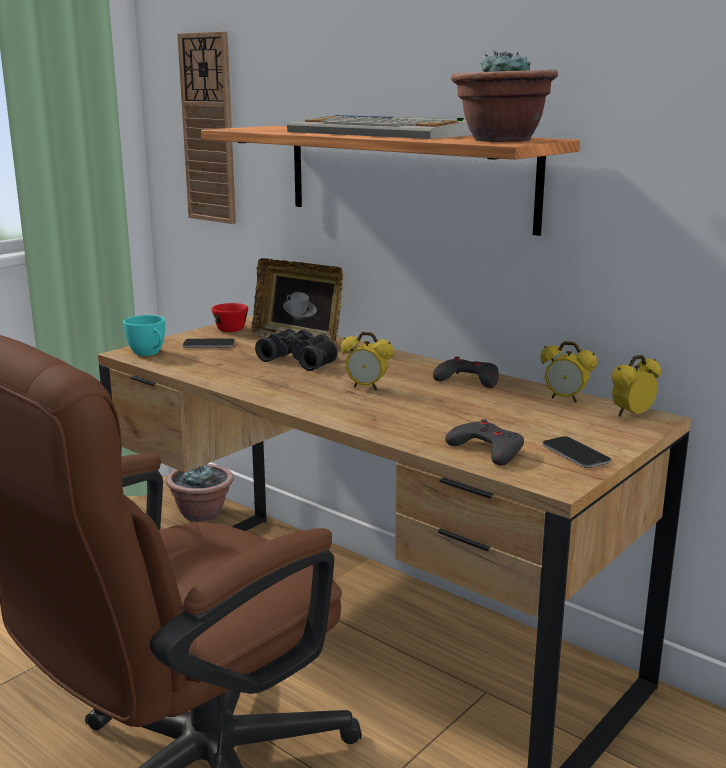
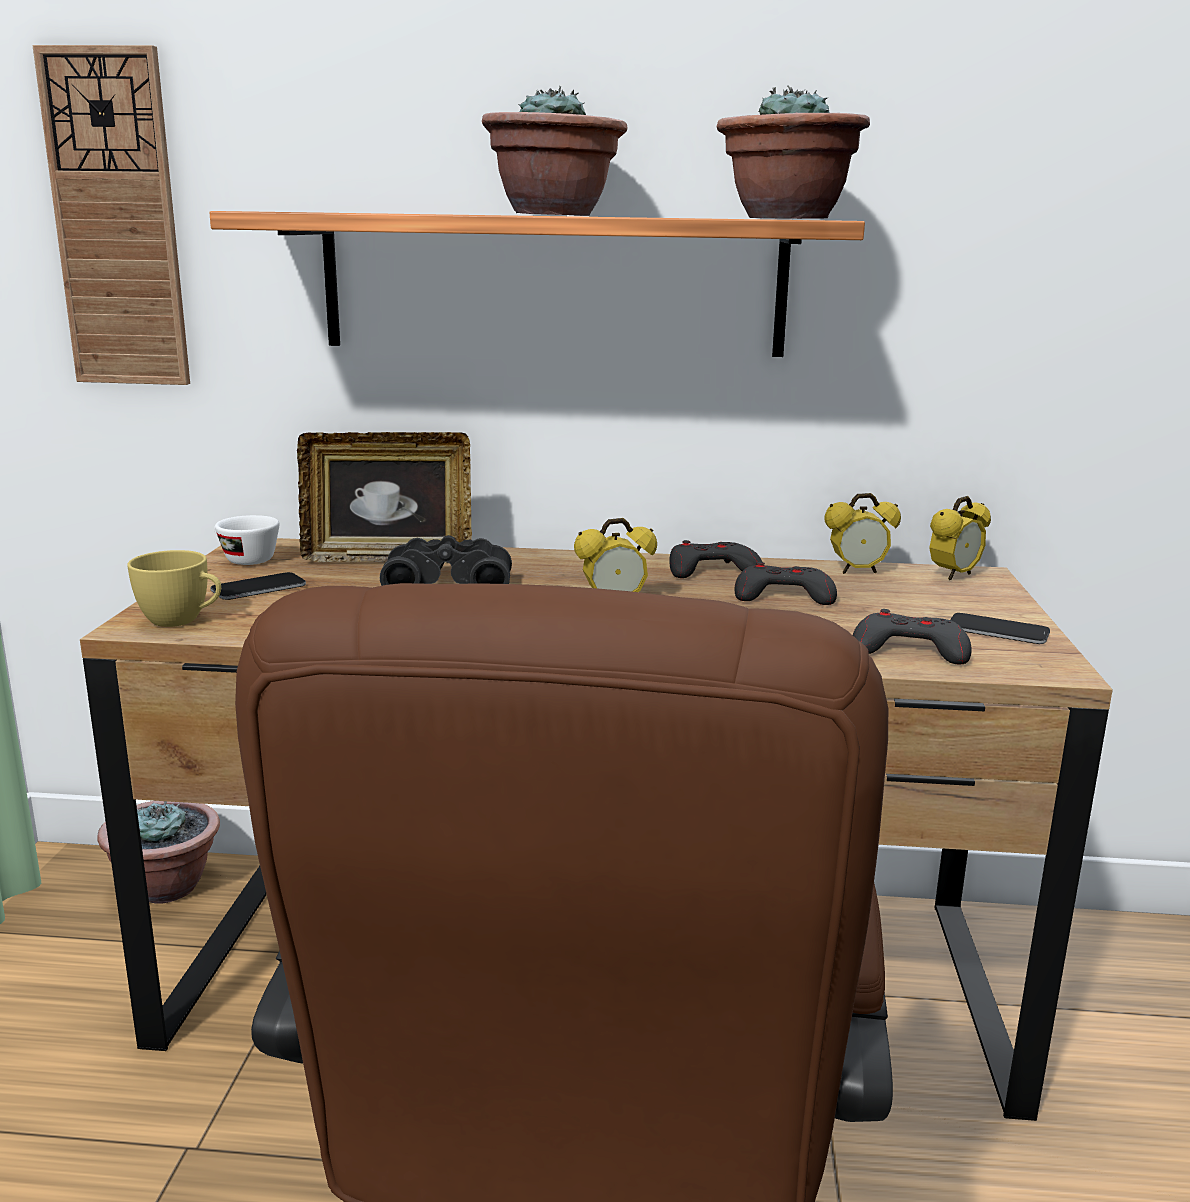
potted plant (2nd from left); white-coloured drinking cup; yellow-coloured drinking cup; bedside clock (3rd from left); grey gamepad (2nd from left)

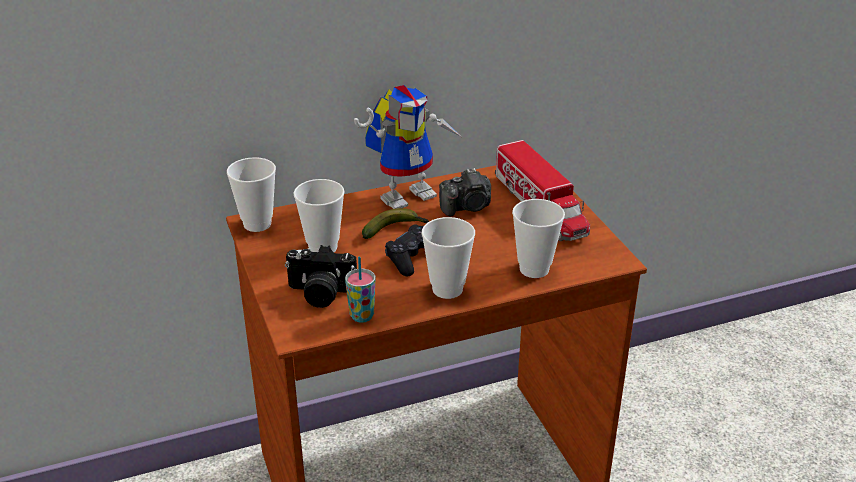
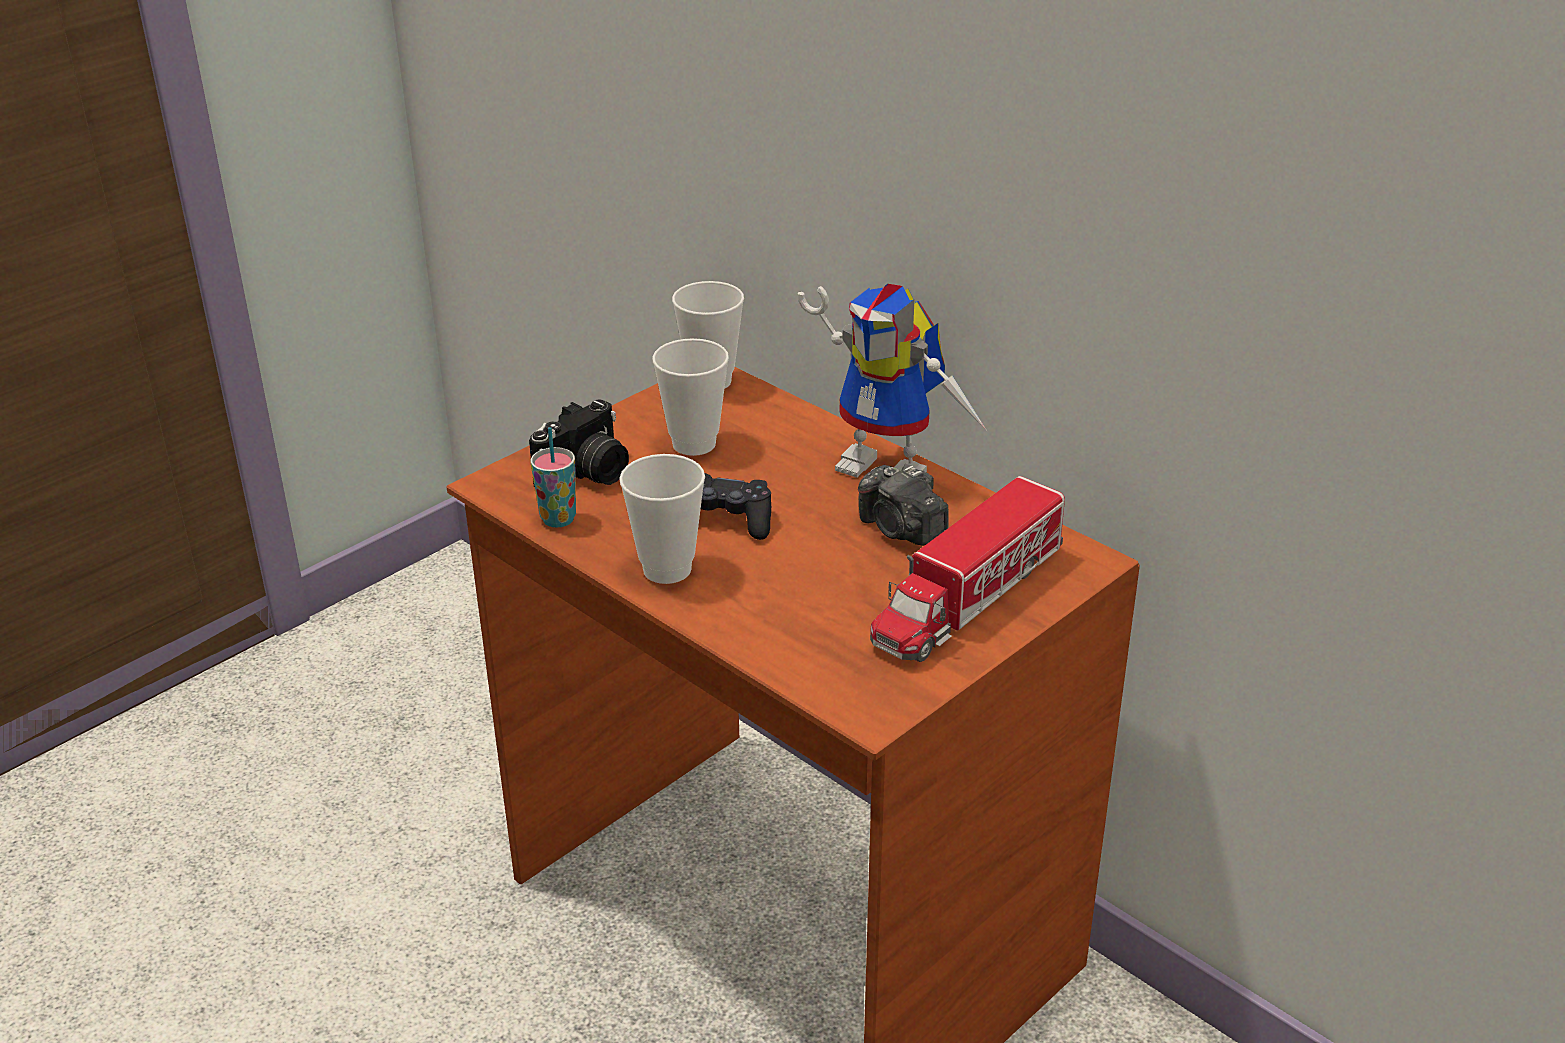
drinking cup (5th from left in the first image); whole banana; still camera (1st from left)

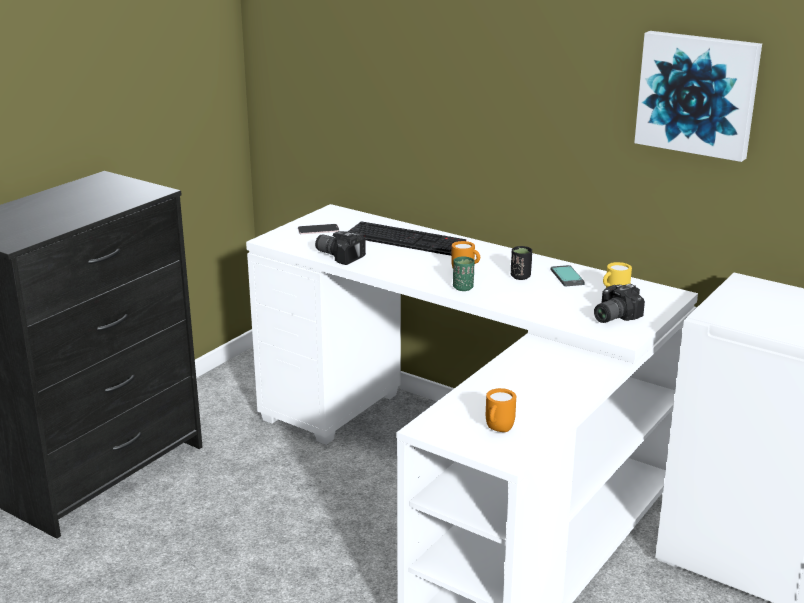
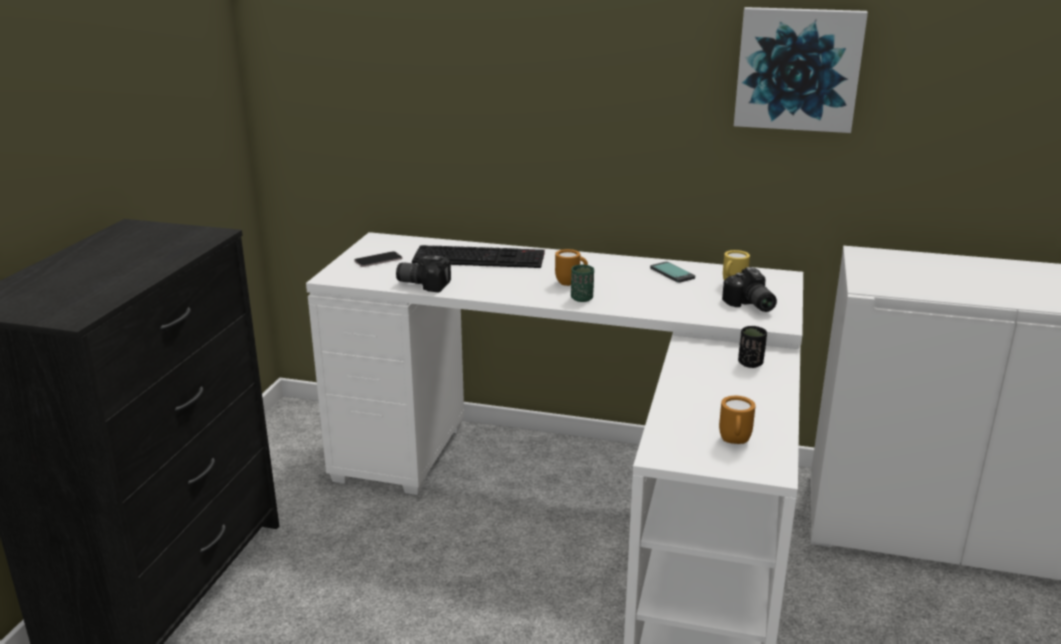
blackish drinking cup; still camera (2nd from left)

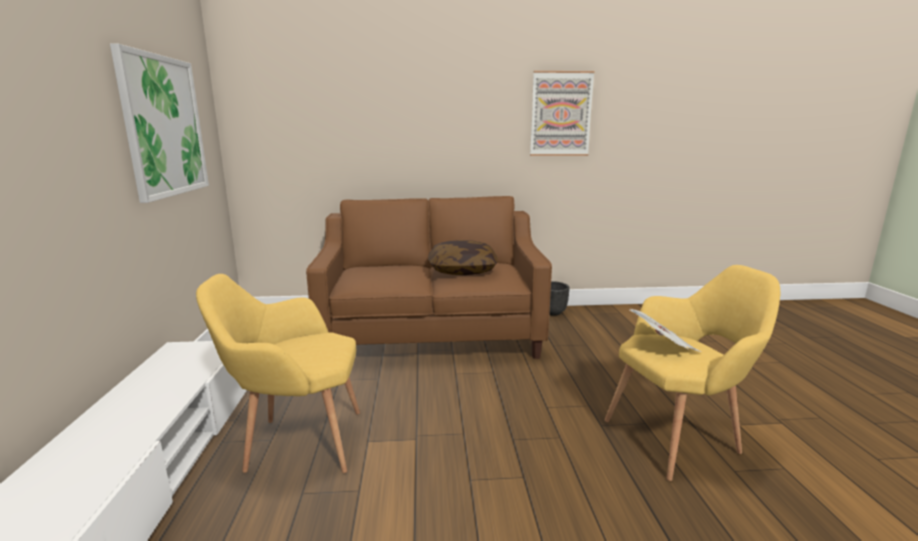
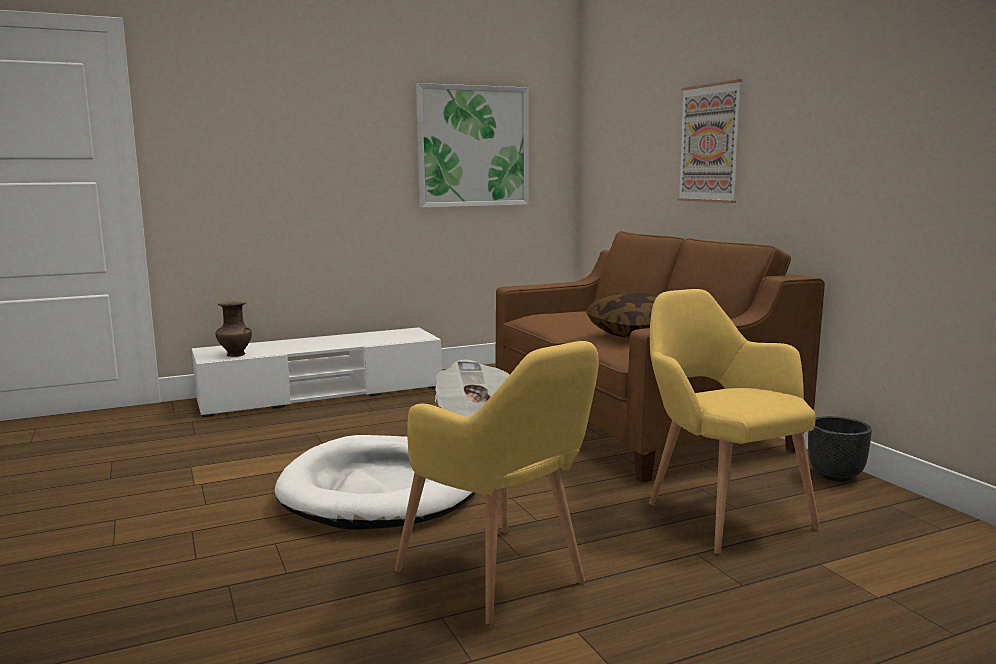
wall art (2nd from left); yellow-coloured easy chair (2nd from left); brown-coloured flower vase; white-coloured dog bed

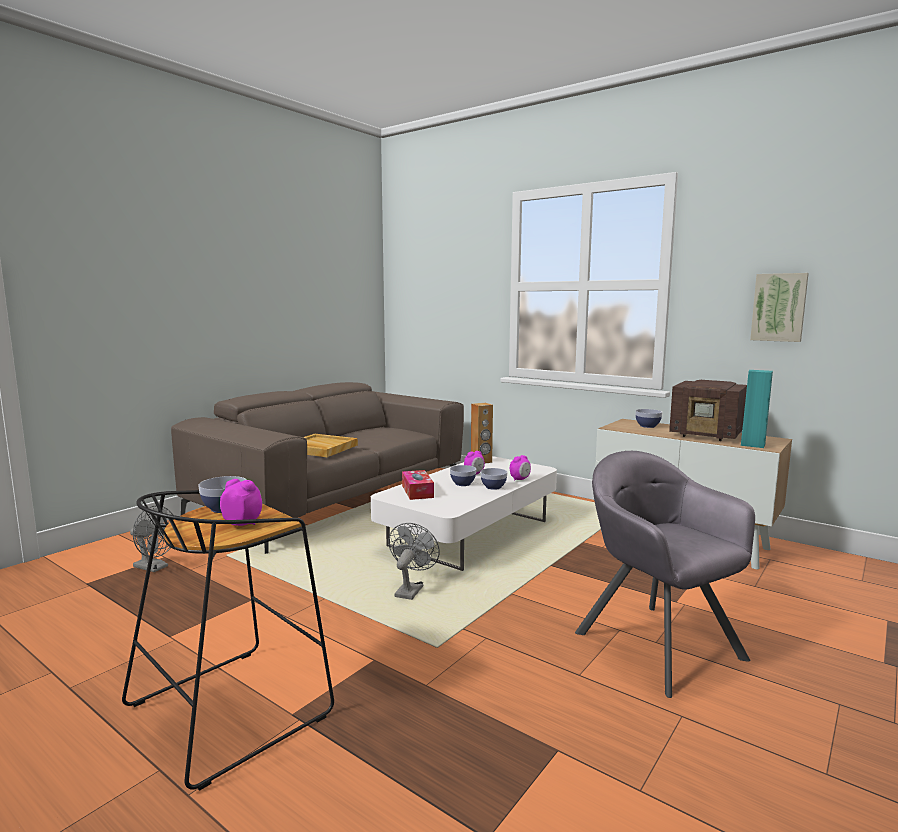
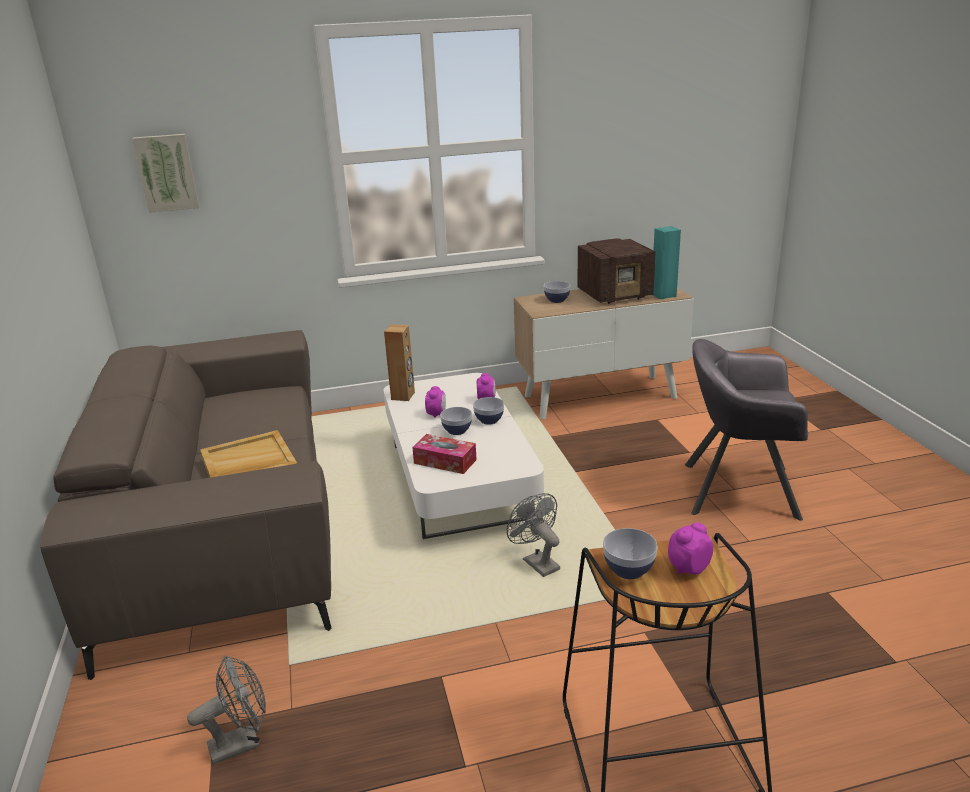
wall art

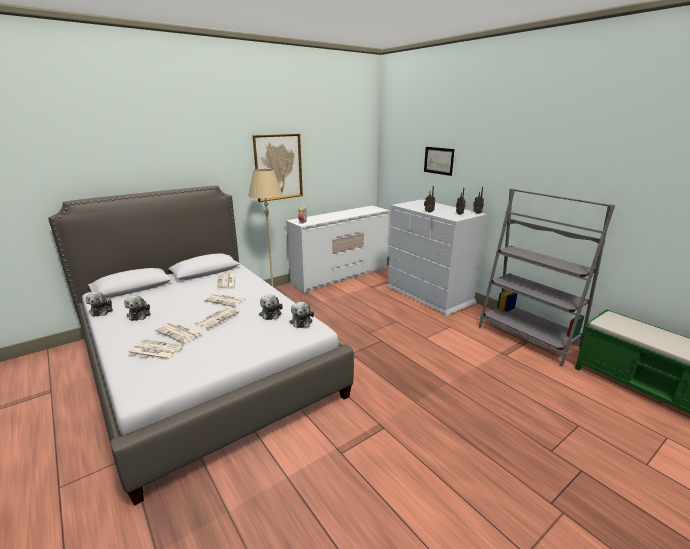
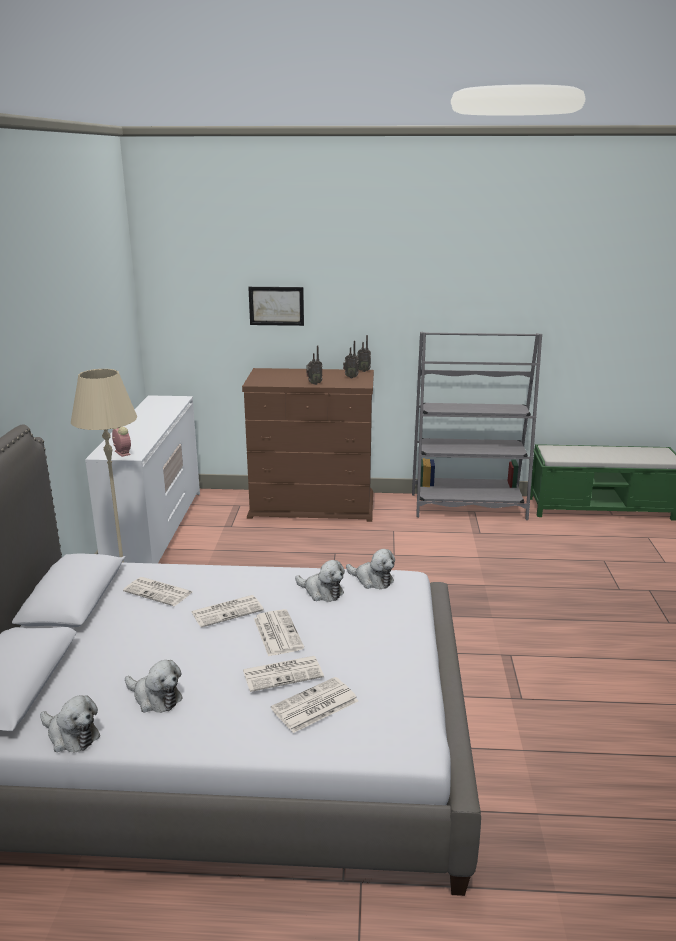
wall art (1st from left in the first image); brown-coloured drawer chest

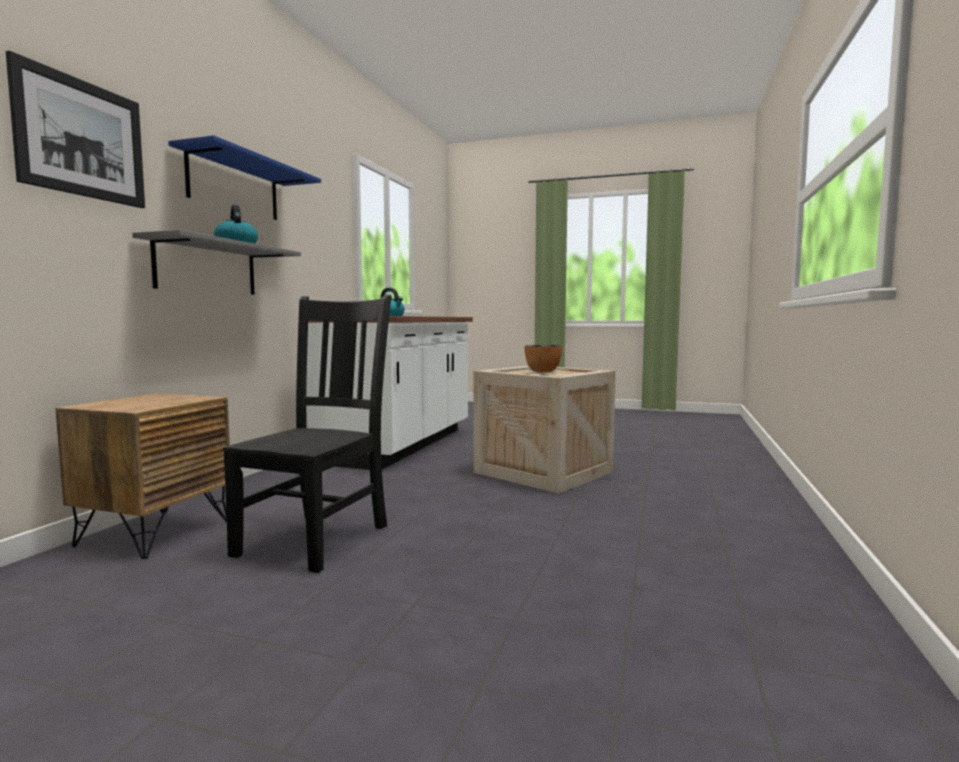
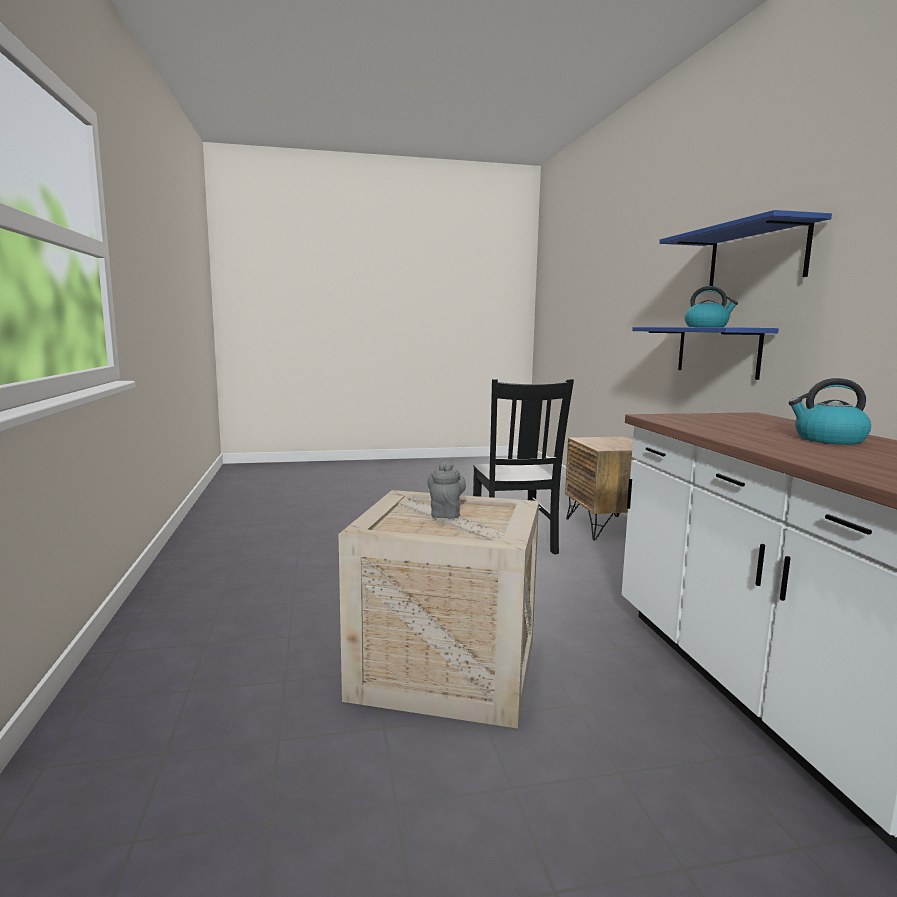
wall art; bluish bracket shelf (1st from left); grey teapot

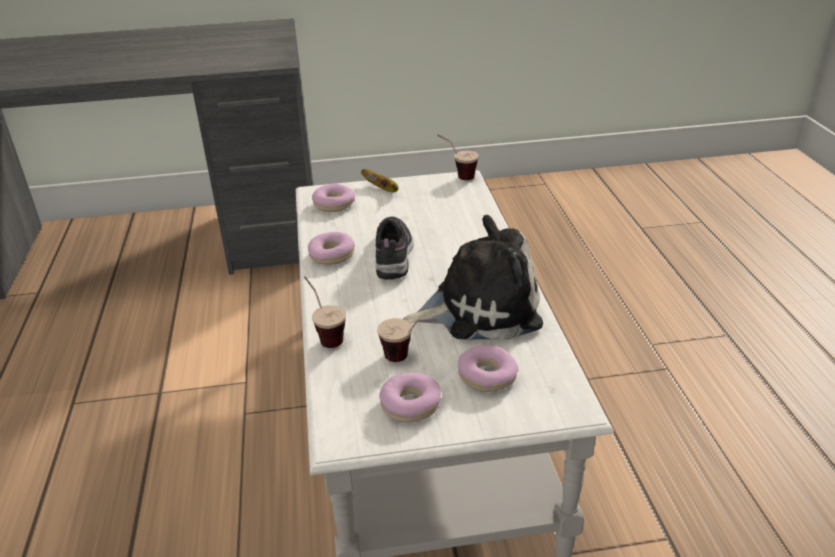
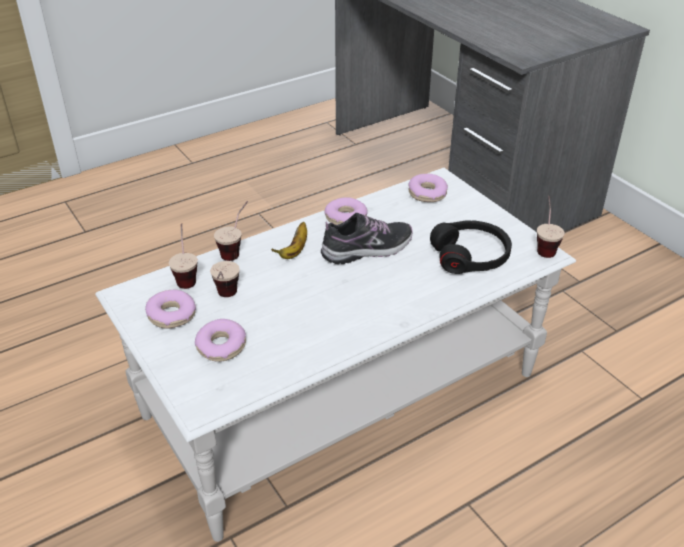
whole banana; cuddly toy; blackish headset; drinking cup (1st from left)

